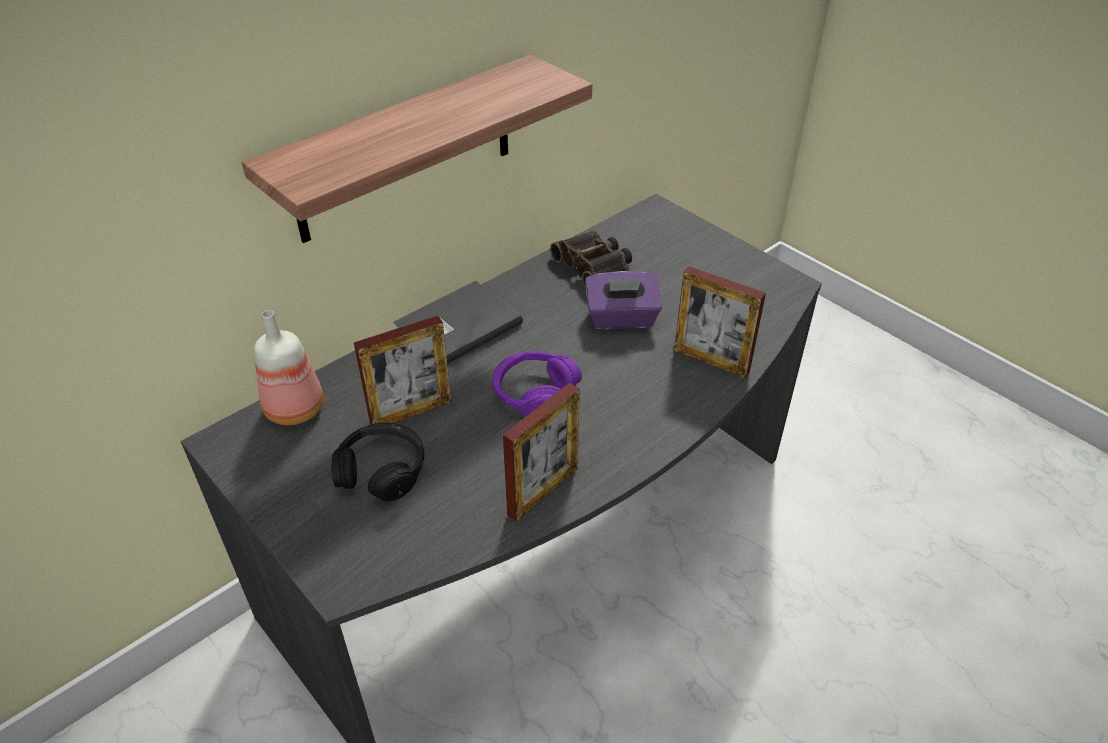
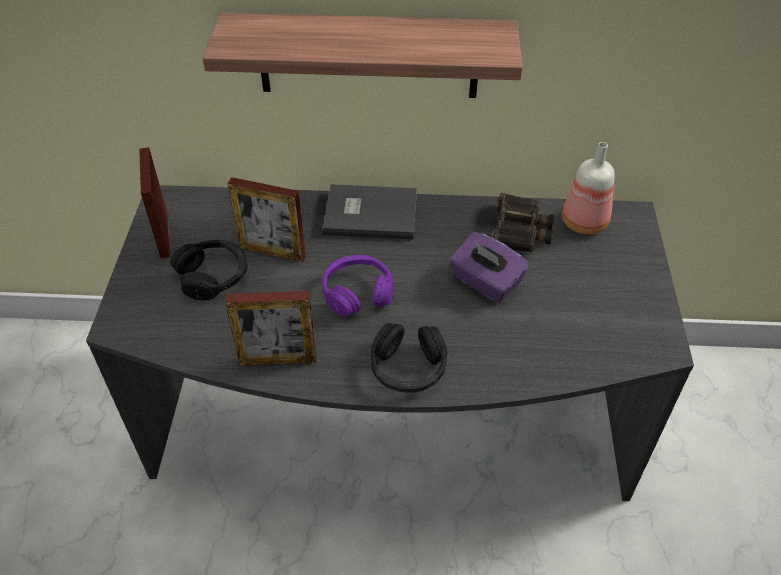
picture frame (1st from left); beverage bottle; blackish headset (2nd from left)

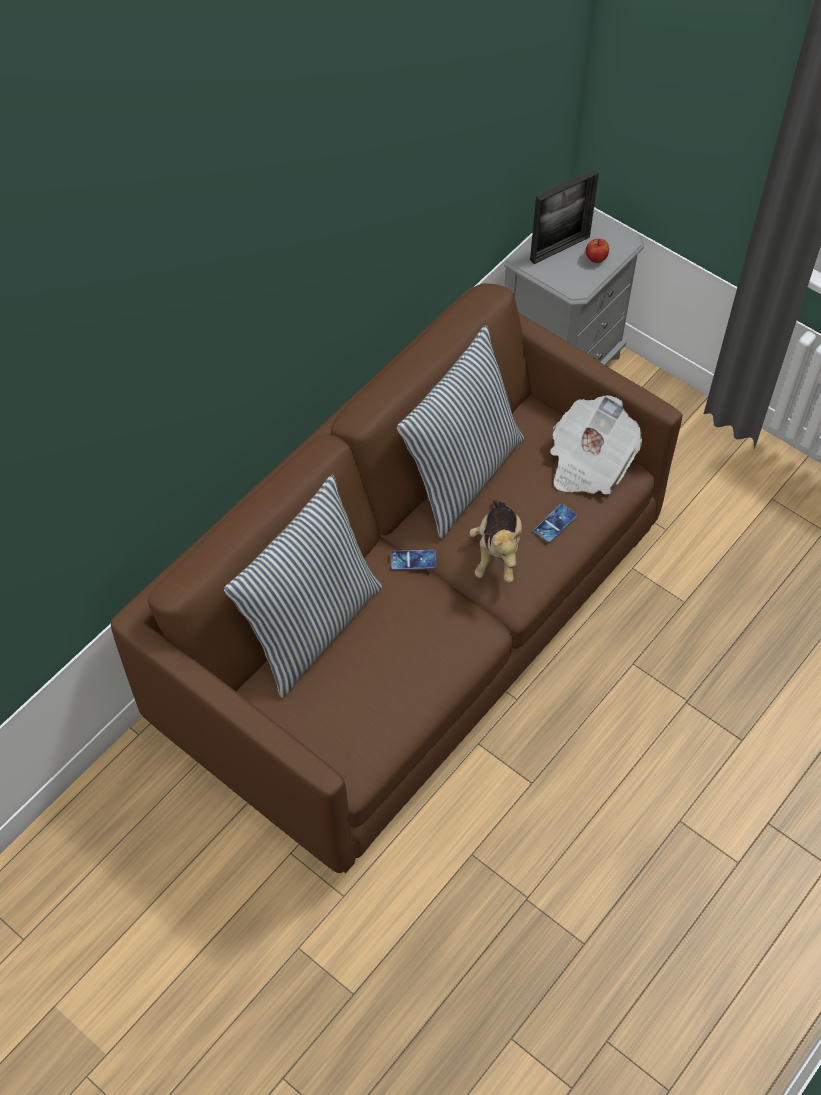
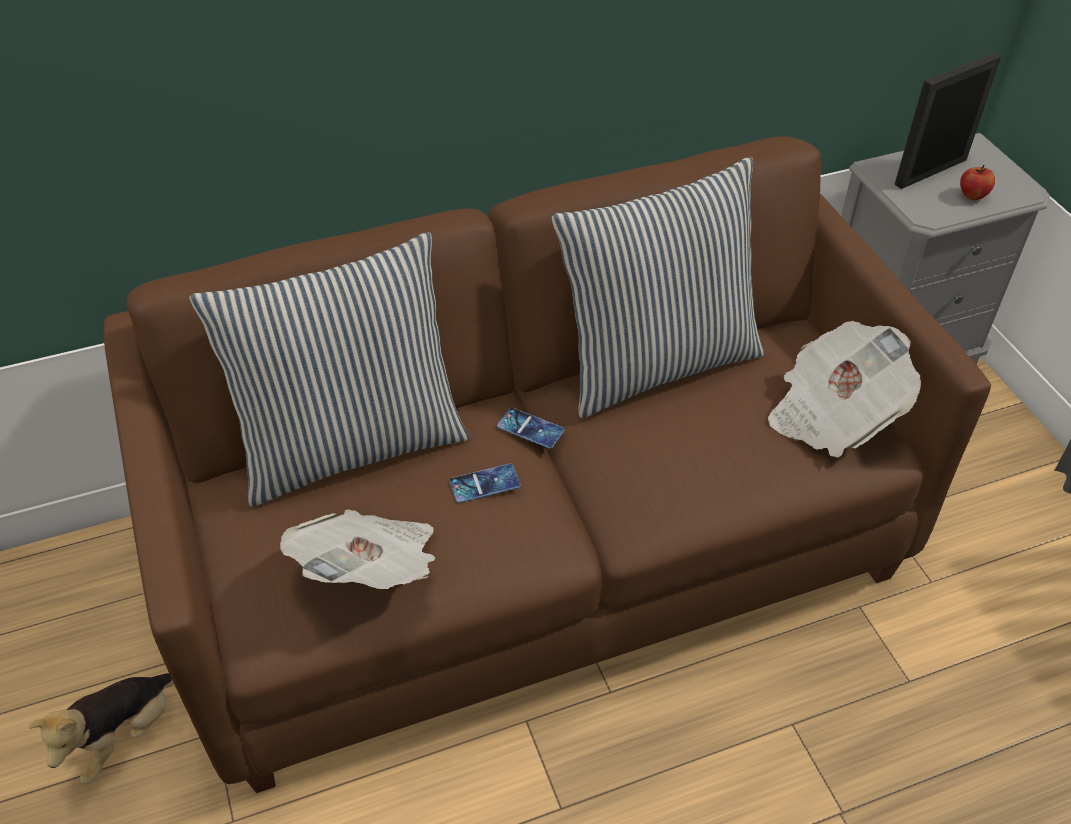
picture frame; cuddly toy; handset (1st from left); newspaper (1st from left)

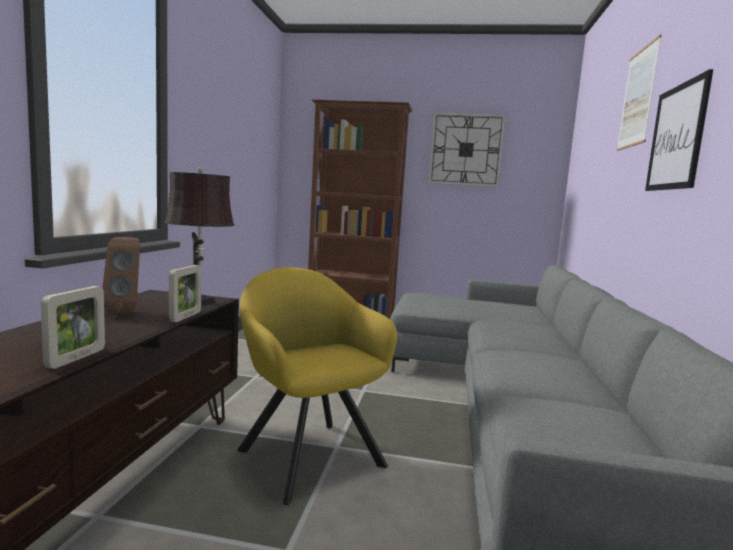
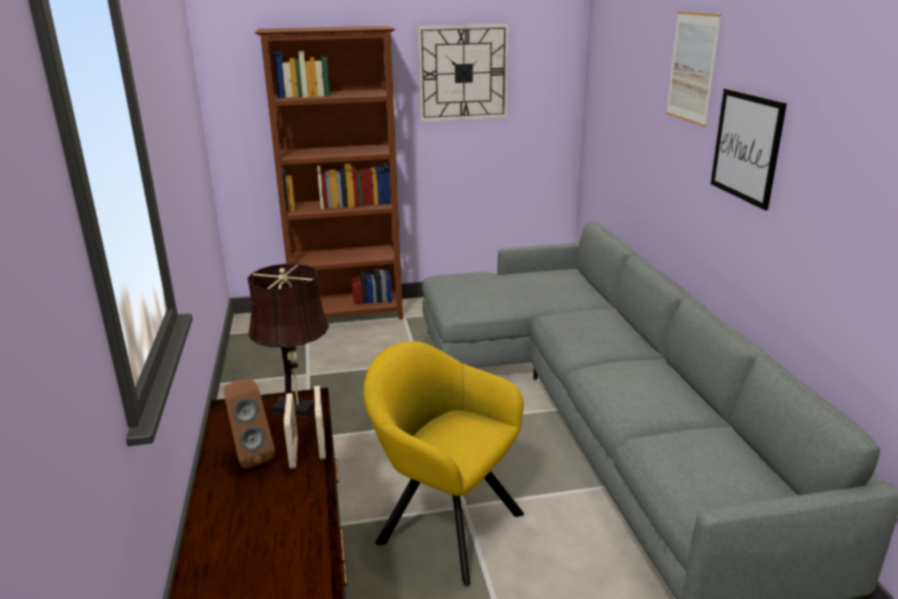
picture frame (1st from left)

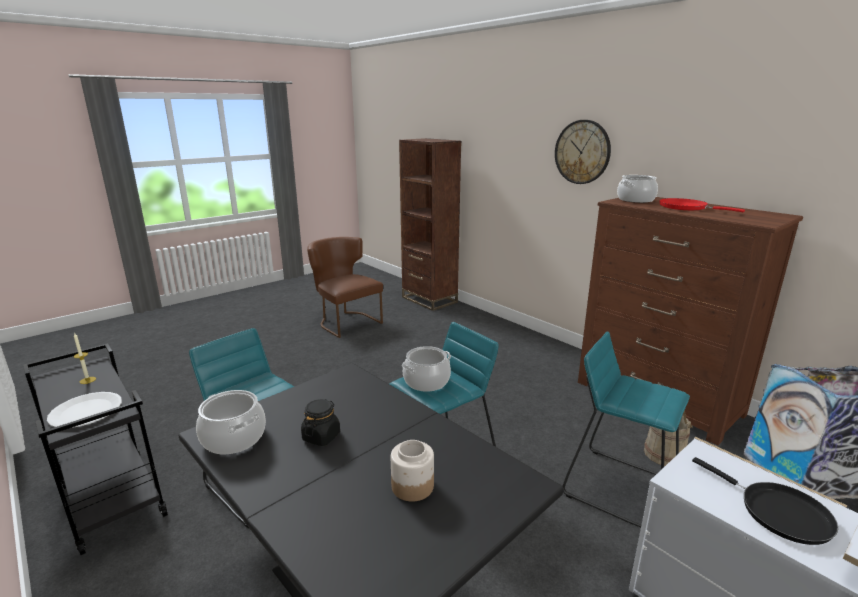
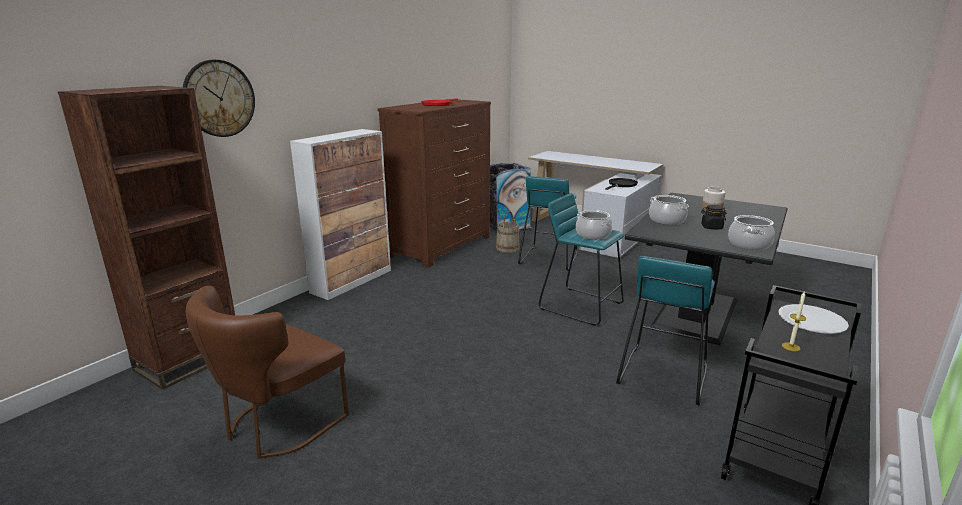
wall clock; saucepot (2nd from left); cupboard

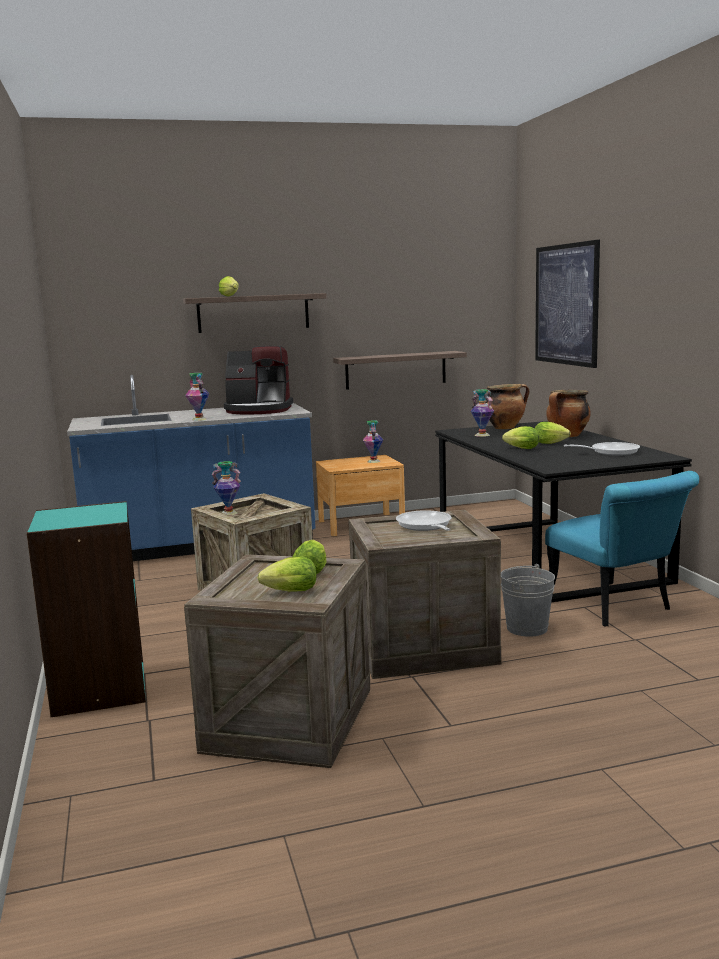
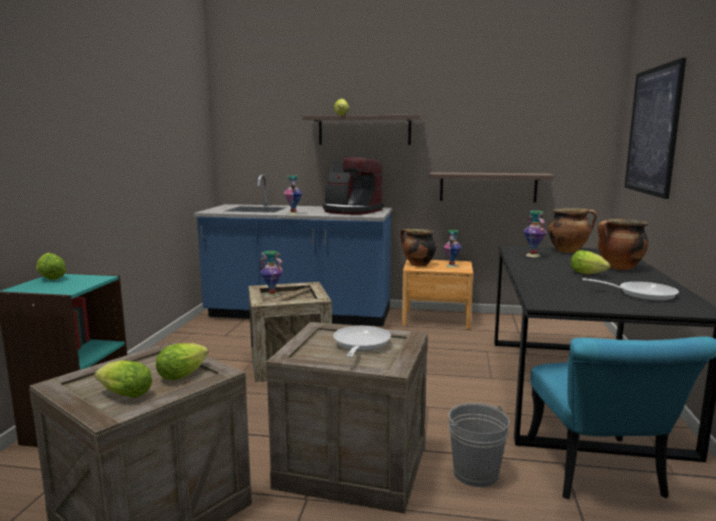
head of lettuce (1st from left); saucepot (1st from left)

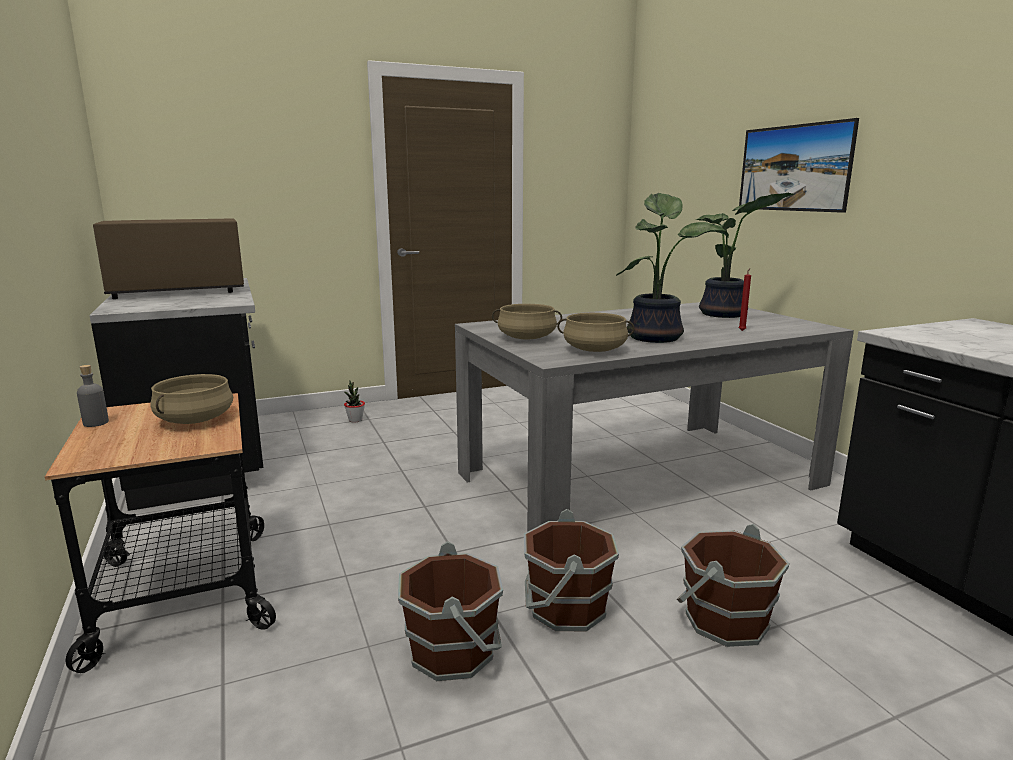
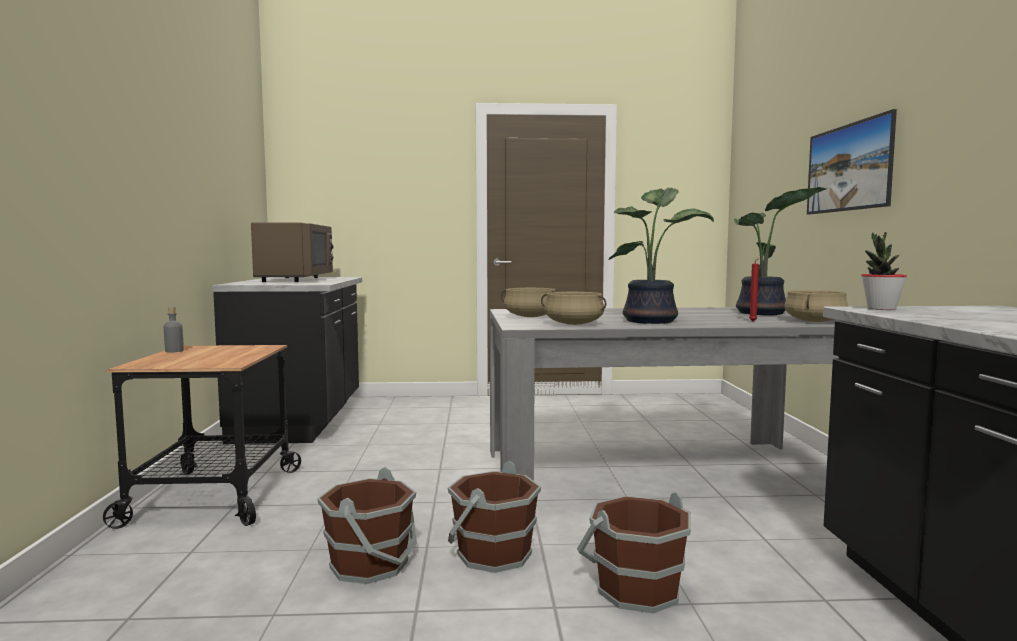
brown-coloured kitchen microwave; sand-coloured saucepot (3rd from left); potted plant (3rd from left)

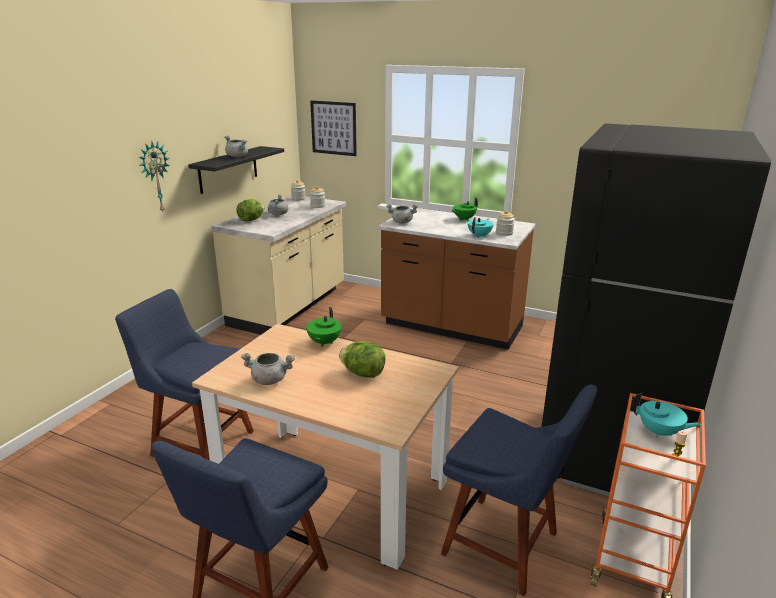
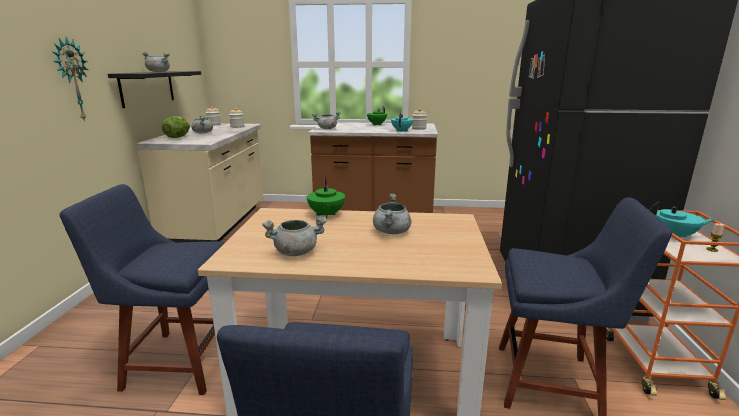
wall art; grey saucepot (5th from left)

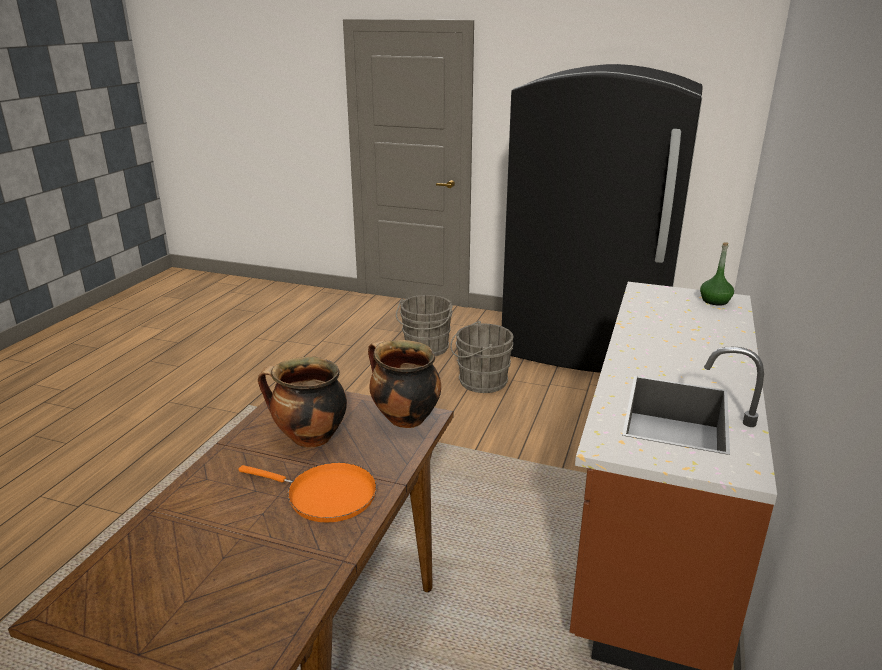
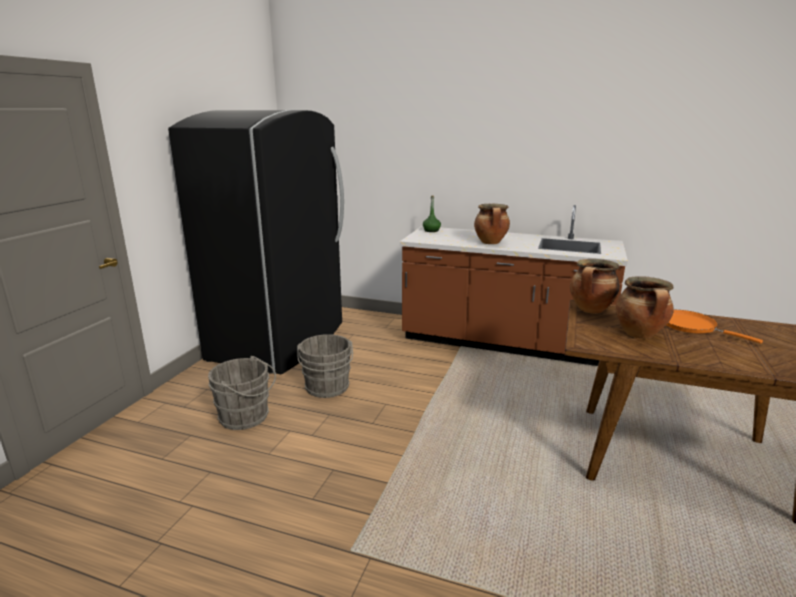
orange pan; saucepot (1st from left)

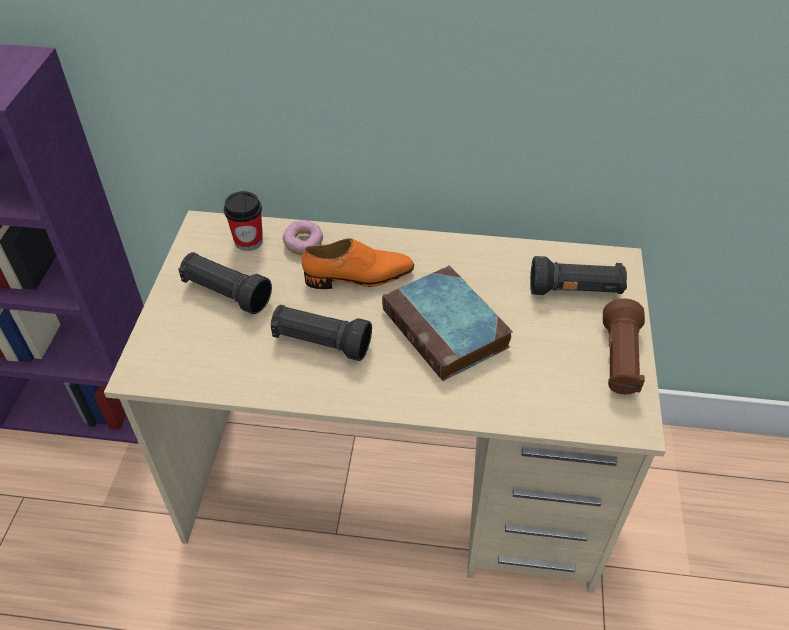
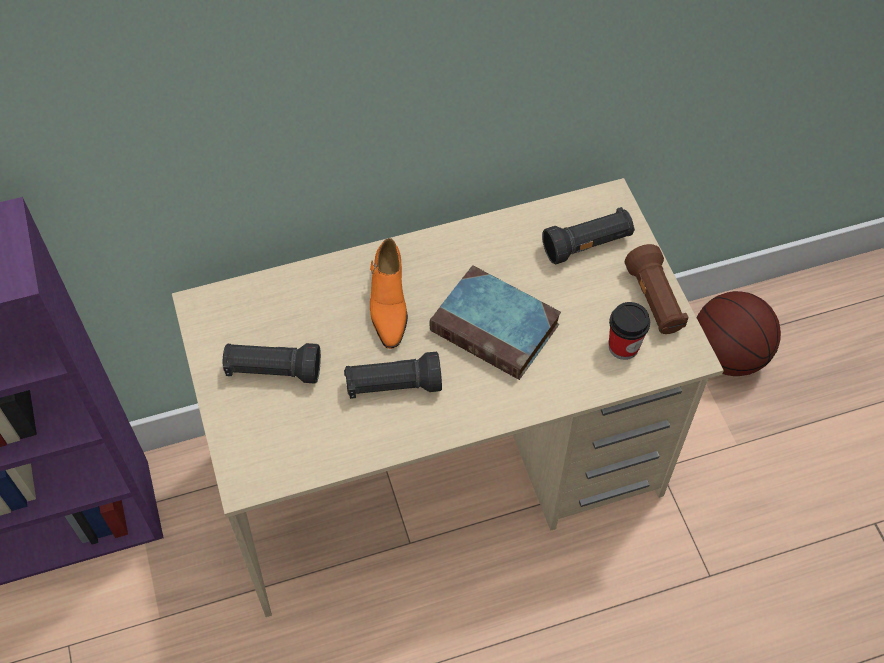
drinking cup; donut; orange shoe; ball for basketball

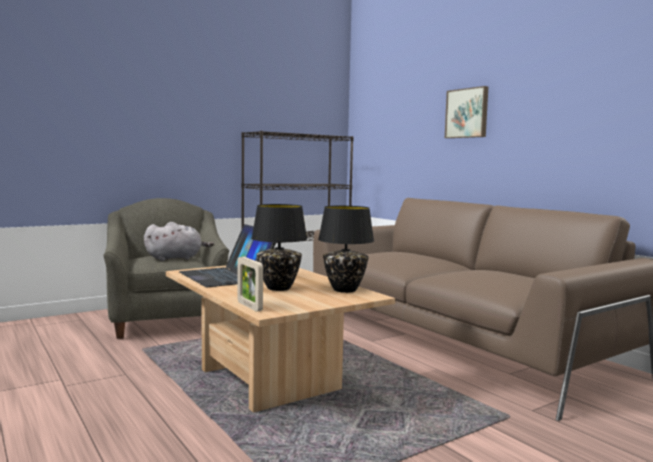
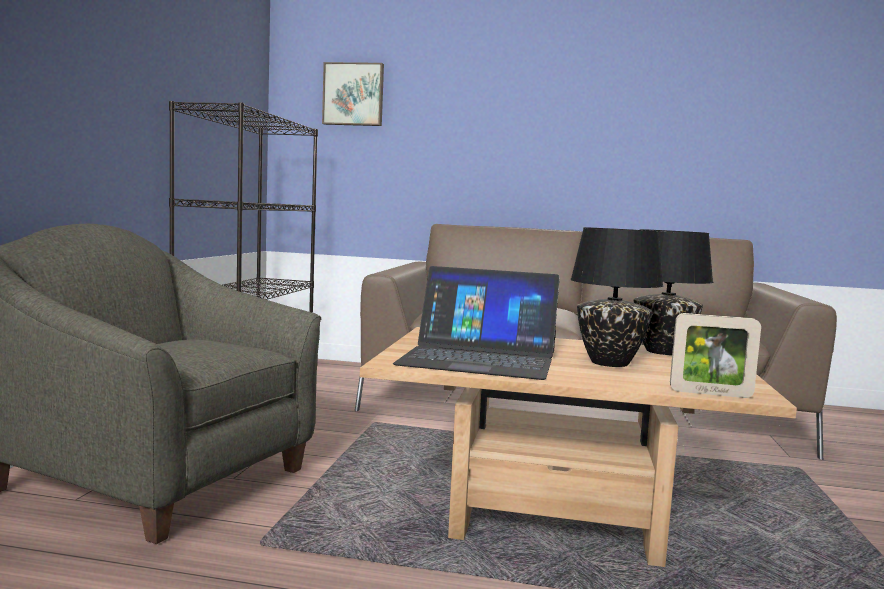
wall art; grey cuddly toy

